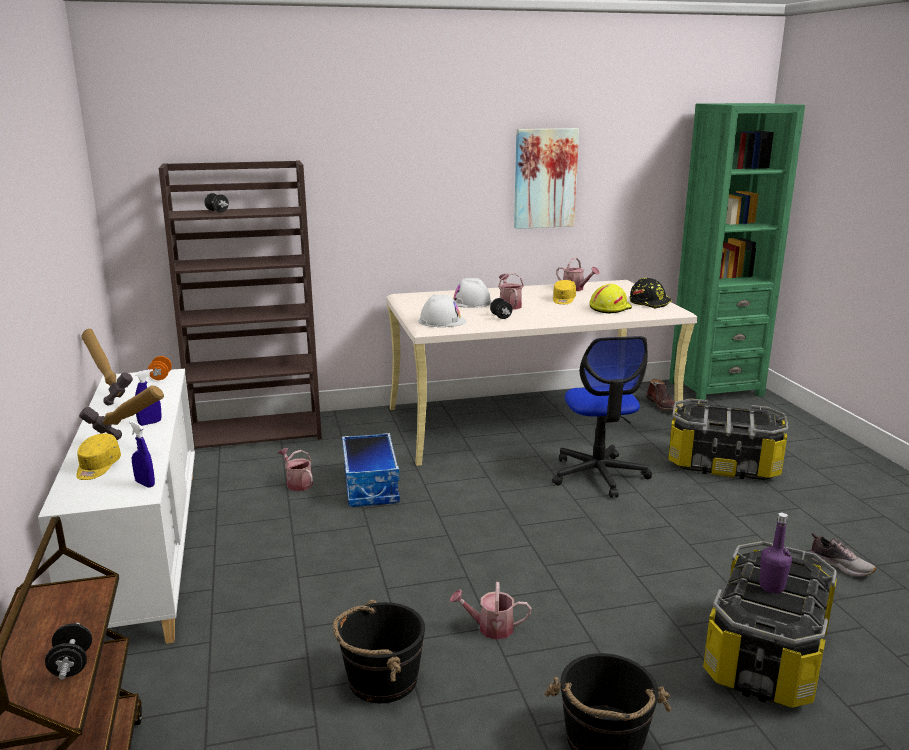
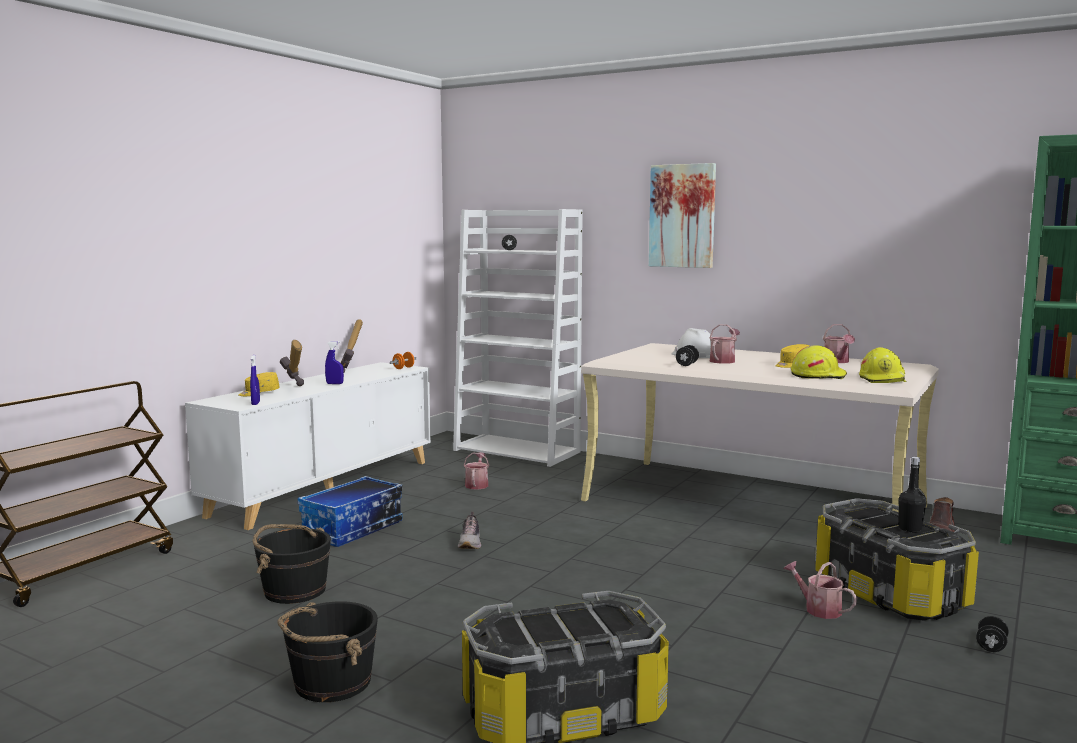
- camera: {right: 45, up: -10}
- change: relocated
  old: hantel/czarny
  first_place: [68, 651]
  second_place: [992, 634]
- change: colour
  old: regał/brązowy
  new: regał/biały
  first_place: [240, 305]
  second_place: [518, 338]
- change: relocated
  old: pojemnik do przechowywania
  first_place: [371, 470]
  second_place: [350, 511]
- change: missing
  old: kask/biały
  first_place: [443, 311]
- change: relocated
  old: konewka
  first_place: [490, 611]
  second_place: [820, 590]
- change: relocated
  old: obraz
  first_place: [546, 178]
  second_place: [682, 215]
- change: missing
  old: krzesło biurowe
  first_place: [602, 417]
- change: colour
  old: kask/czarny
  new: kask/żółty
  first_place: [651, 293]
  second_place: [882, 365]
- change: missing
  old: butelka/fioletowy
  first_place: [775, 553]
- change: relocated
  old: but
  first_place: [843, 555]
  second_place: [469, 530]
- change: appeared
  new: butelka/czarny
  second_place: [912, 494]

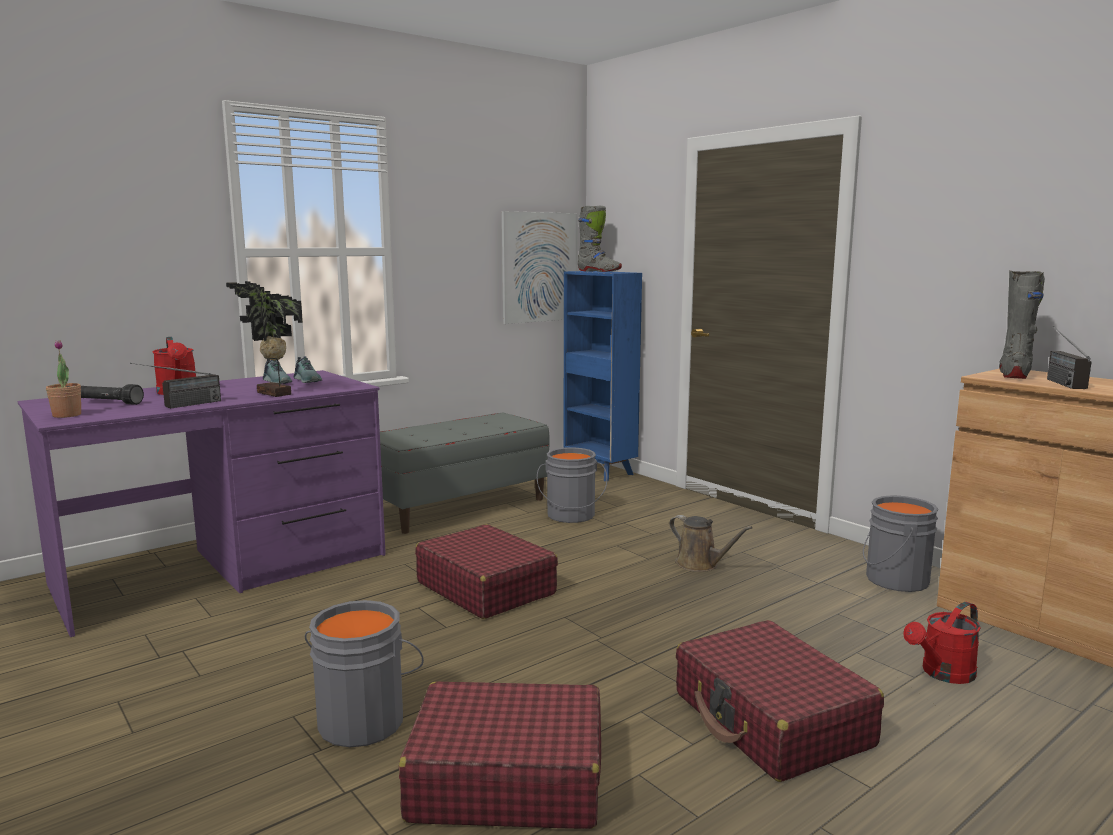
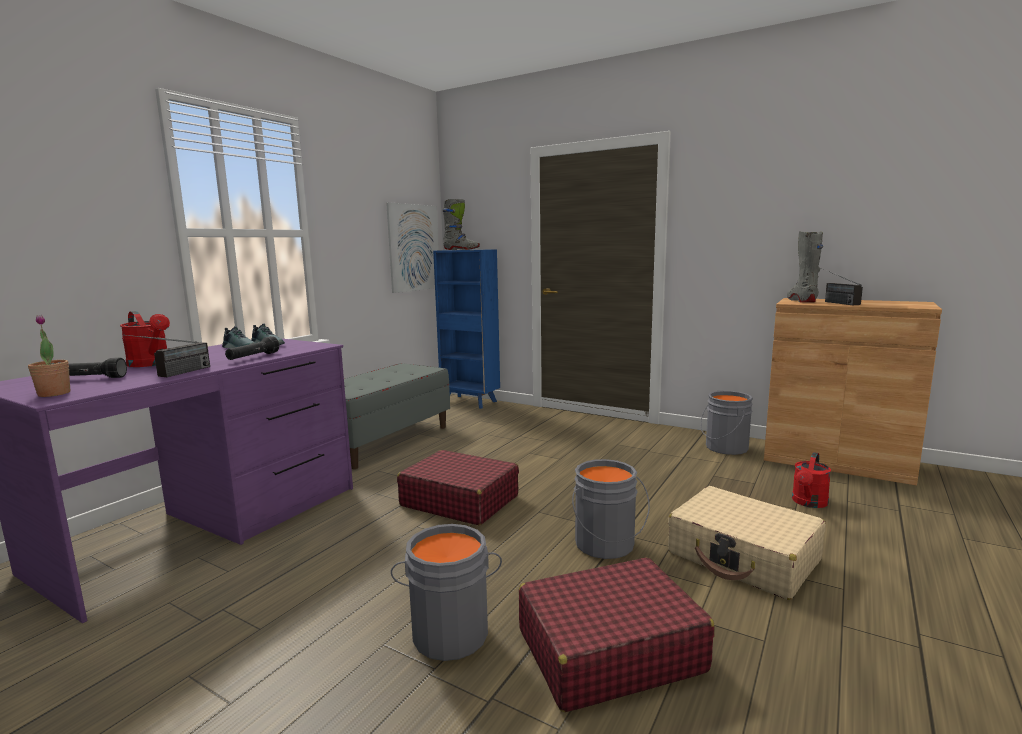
- camera: {right: -20, up: 0}
- change: exchanged
  old: roślina doniczkowa
  new: latarka/czarny
  first_place: [264, 339]
  second_place: [252, 348]
- change: relocated
  old: wiadro/szary
  first_place: [572, 485]
  second_place: [611, 509]
- change: missing
  old: konewka/brązowy
  first_place: [711, 543]
- change: colour
  old: walizka/czerwony
  new: walizka/beżowy
  first_place: [780, 701]
  second_place: [747, 543]

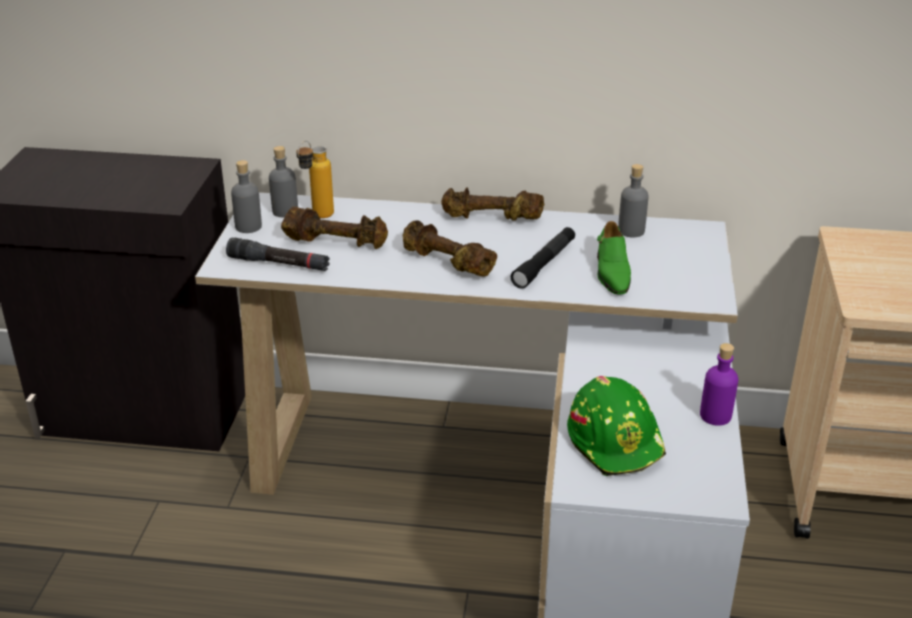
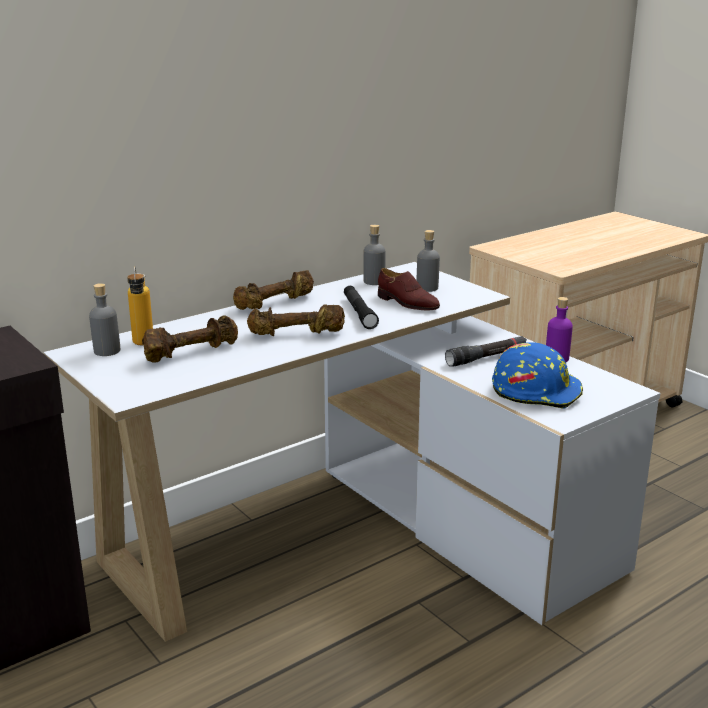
- camera: {right: -45, up: -10}
- change: relocated
  old: latarka/czarny
  first_place: [278, 254]
  second_place: [486, 351]
- change: relocated
  old: butelka/szary
  first_place: [246, 196]
  second_place: [428, 261]
- change: colour
  old: kask/zielony
  new: kask/niebieski
  first_place: [616, 426]
  second_place: [537, 375]
- change: colour
  old: but/zielony
  new: but/brązowy
  first_place: [614, 257]
  second_place: [409, 289]

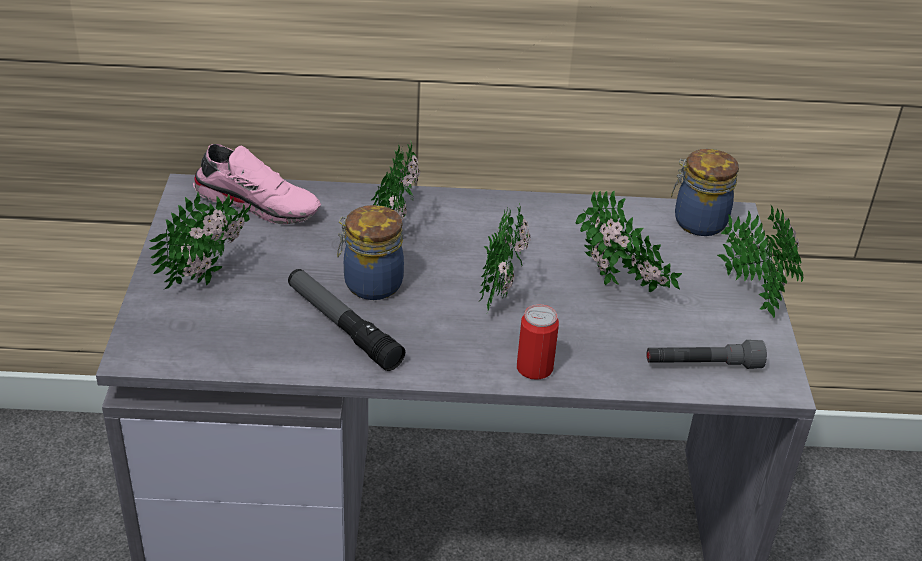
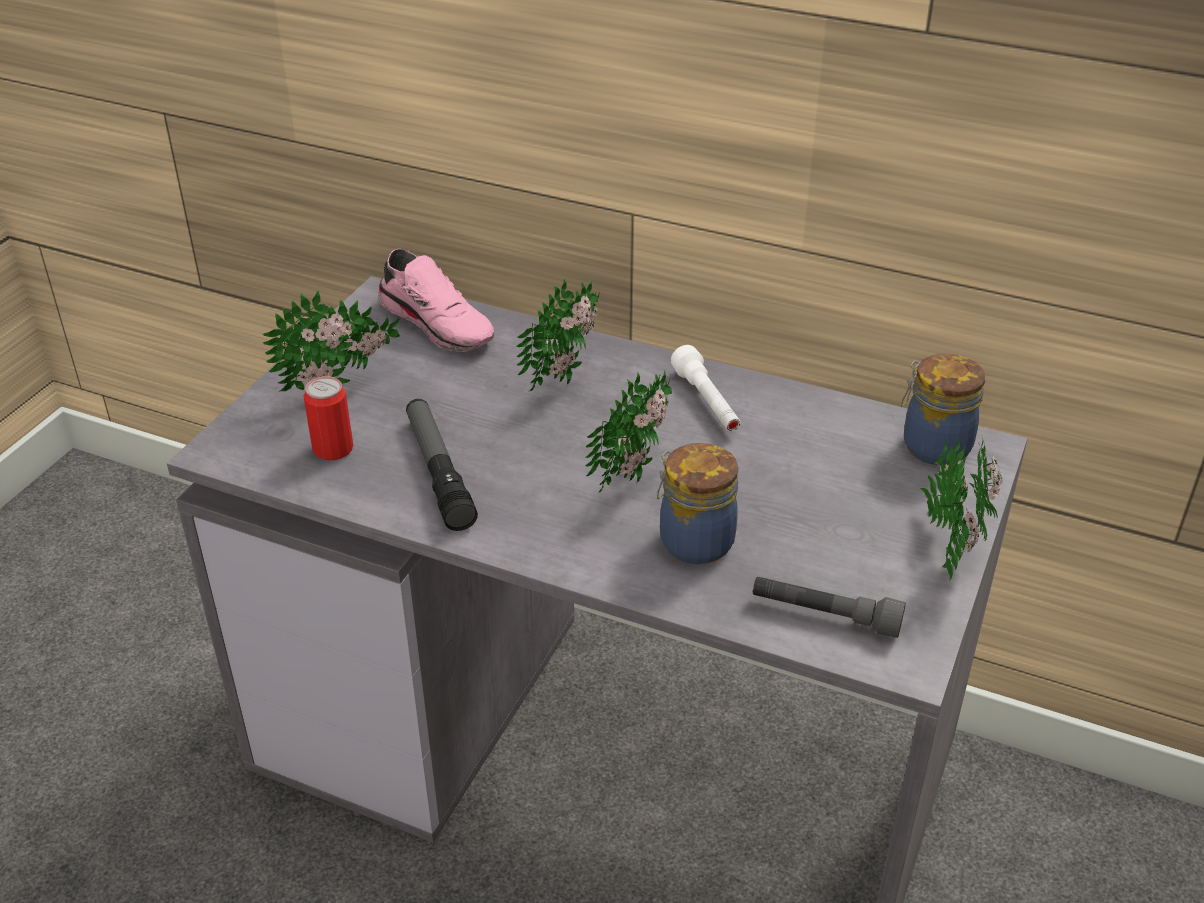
- camera: {right: 25, up: 0}
- change: relocated
  old: słoik
  first_place: [370, 252]
  second_place: [697, 503]
- change: relocated
  old: puszka
  first_place: [538, 342]
  second_place: [328, 418]
- change: missing
  old: roślina doniczkowa
  first_place: [629, 241]
- change: appeared
  new: latarka/biały
  second_place: [706, 388]

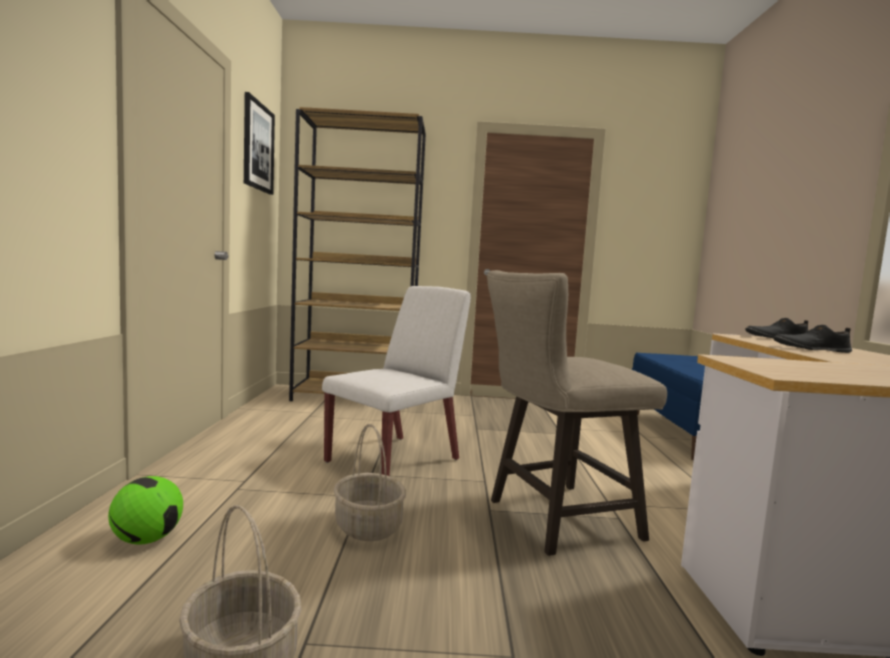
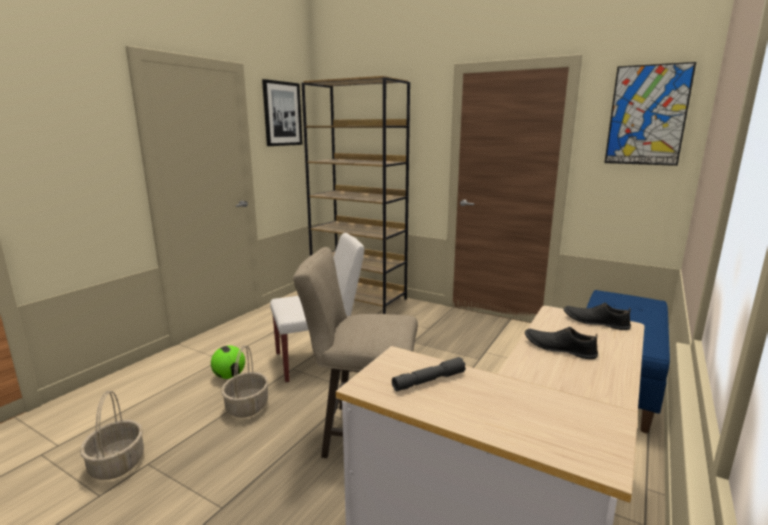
- camera: {right: 30, up: 10}
- change: relocated
  old: piłka futbolowa
  first_place: [145, 510]
  second_place: [228, 362]
- change: appeared
  new: latarka/szary
  second_place: [429, 374]
- change: appeared
  new: obraz
  second_place: [650, 114]

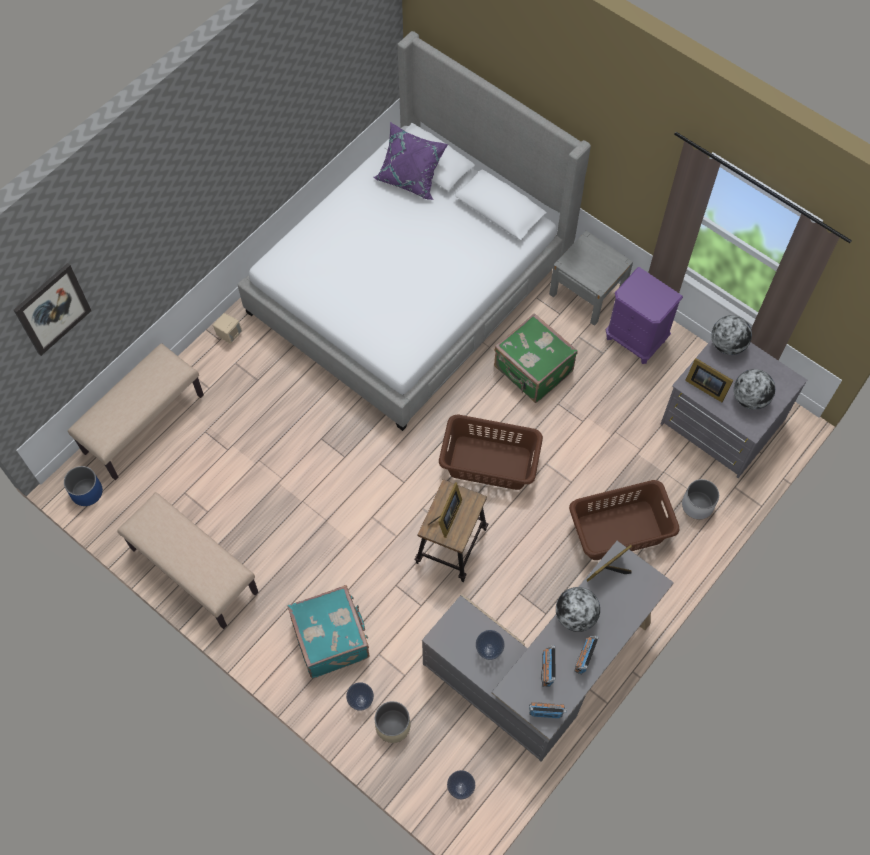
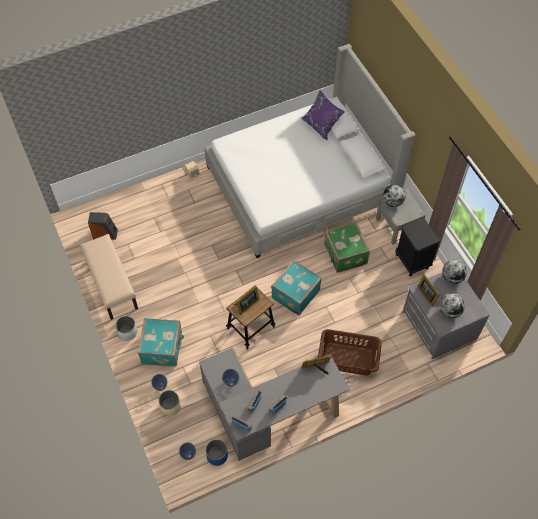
- camera: {right: 25, up: -5}
- change: missing
  old: obraz
  first_place: [52, 309]
- change: relocated
  old: donica/niebieski
  first_place: [83, 486]
  second_place: [217, 452]
- change: missing
  old: ławka/beżowy
  first_place: [136, 411]
- change: exchanged
  old: kosz na pranie/brązowy
  new: walizka/turkusowy
  first_place: [491, 452]
  second_place: [296, 287]
- change: relocated
  old: globus
  first_place: [578, 609]
  second_place: [394, 196]
- change: colour
  old: szafka nocna/fioletowy
  new: szafka nocna/czarny
  first_place: [644, 315]
  second_place: [417, 247]
- change: relocated
  old: donica/biały
  first_place: [700, 499]
  second_place: [126, 328]
- change: appeared
  new: głośnik
  second_place: [103, 226]

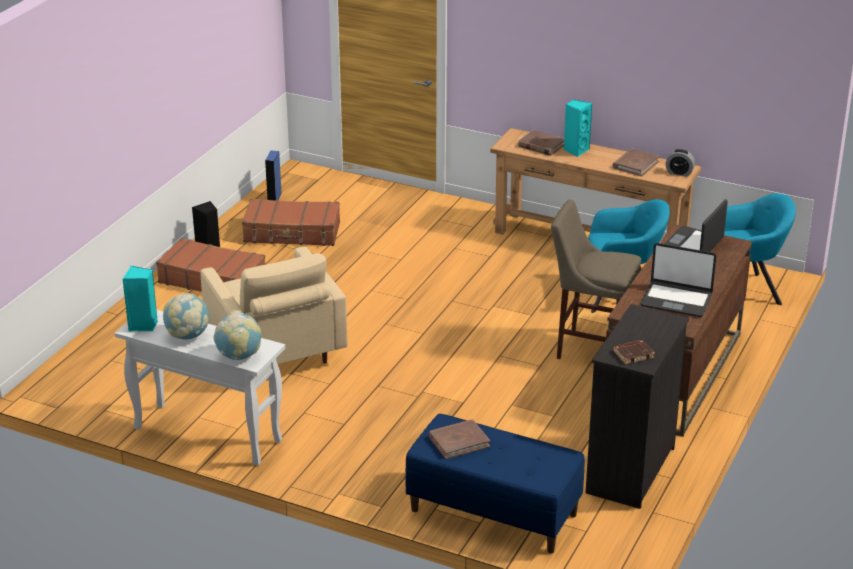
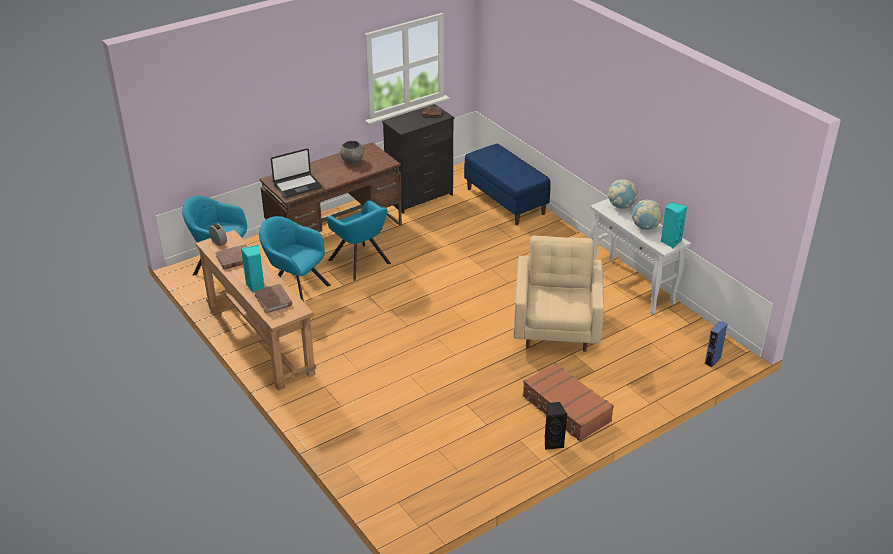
- camera: {right: -150, up: 5}
- change: missing
  old: walizka/brązowy
  first_place: [291, 222]
- change: relocated
  old: głośnik/niebieski
  first_place: [273, 175]
  second_place: [716, 344]
- change: missing
  old: książka/brązowy
  first_place: [459, 439]
- change: exchanged
  old: stołek/beżowy
  new: fotel/turkusowy
  first_place: [596, 279]
  second_place: [359, 240]
- change: exchanged
  old: laptop
  new: miska/szary
  first_place: [678, 280]
  second_place: [352, 152]

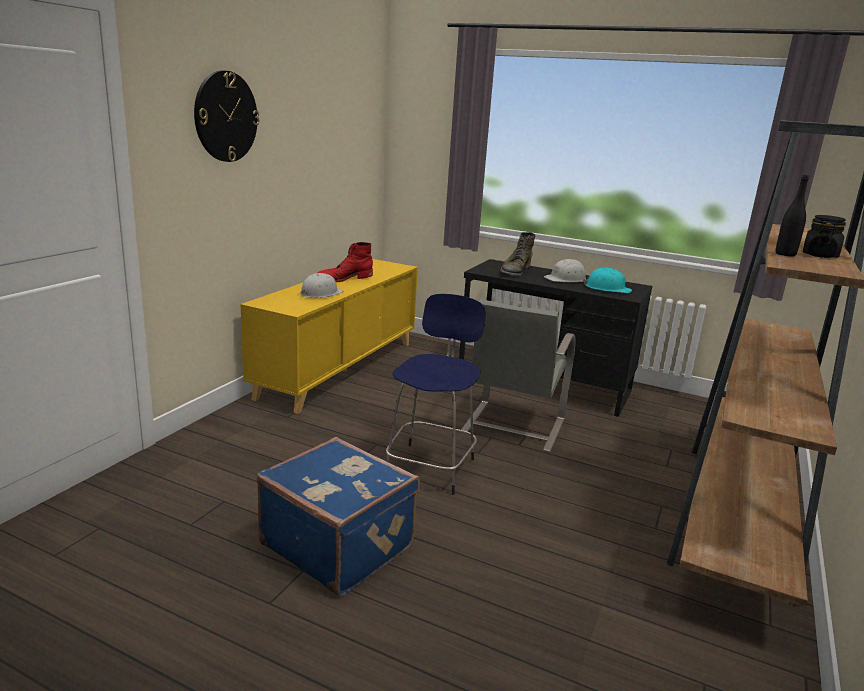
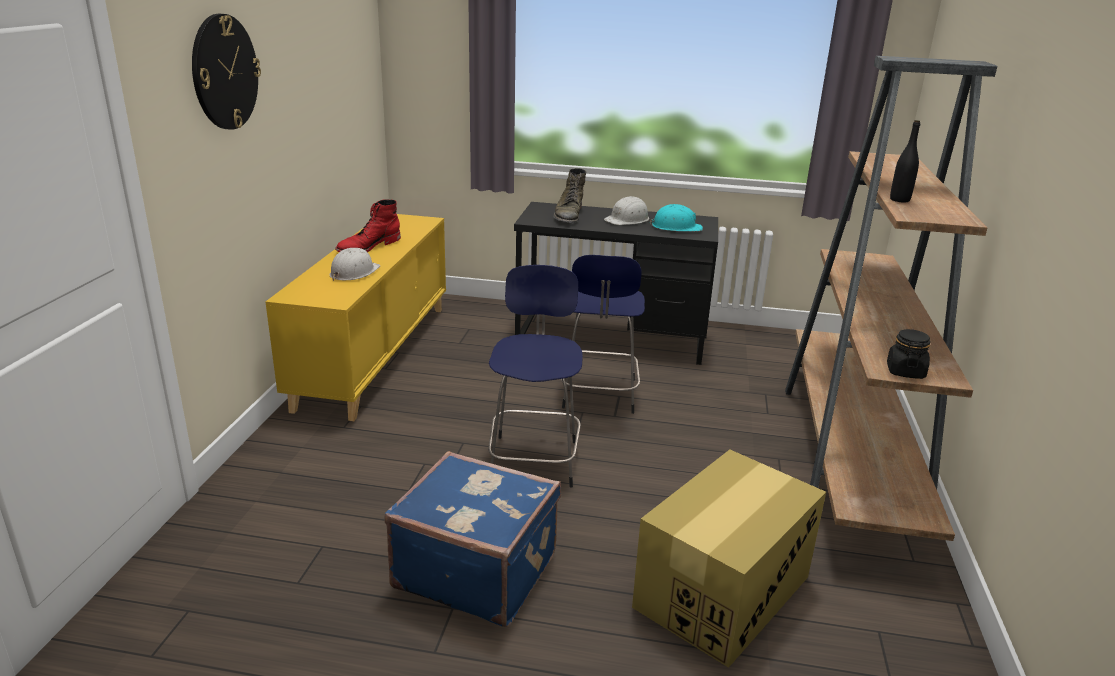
- camera: {right: -15, up: 5}
- change: exchanged
  old: krzesło/szary
  new: stołek/niebieski
  first_place: [518, 375]
  second_place: [603, 334]
- change: relocated
  old: słoik/czarny
  first_place: [824, 236]
  second_place: [908, 354]
- change: appeared
  new: karton
  second_place: [729, 559]

